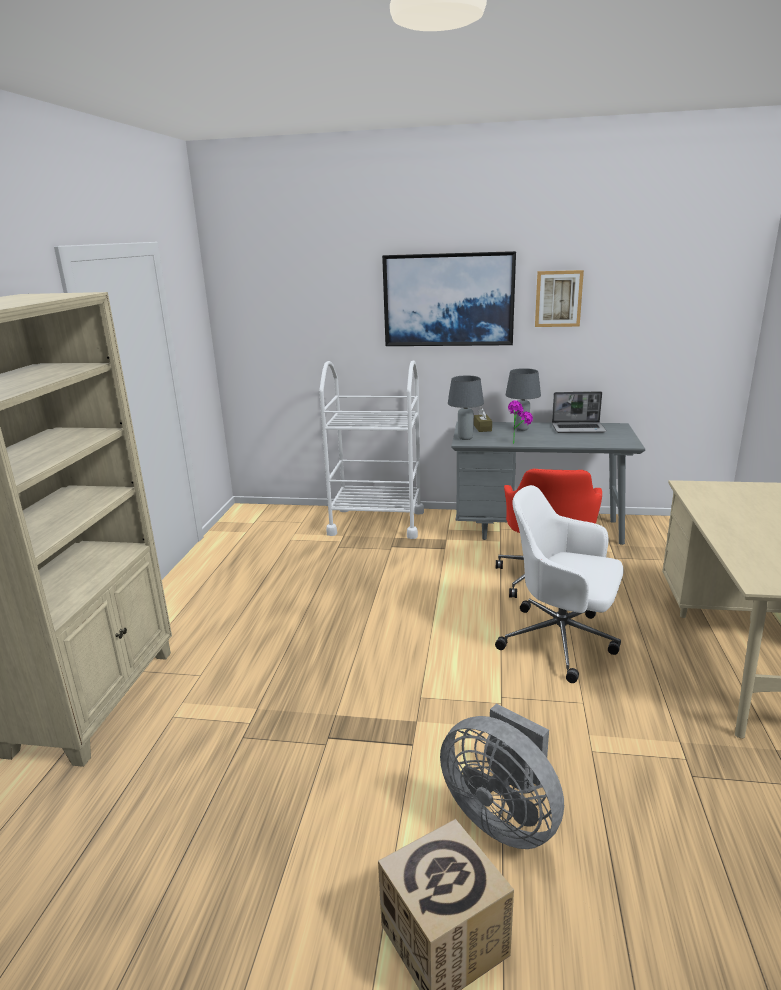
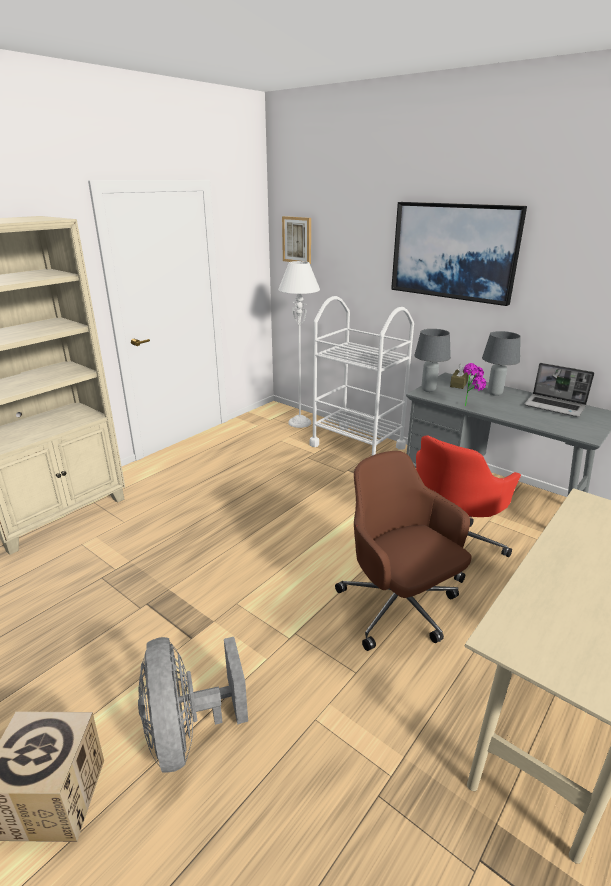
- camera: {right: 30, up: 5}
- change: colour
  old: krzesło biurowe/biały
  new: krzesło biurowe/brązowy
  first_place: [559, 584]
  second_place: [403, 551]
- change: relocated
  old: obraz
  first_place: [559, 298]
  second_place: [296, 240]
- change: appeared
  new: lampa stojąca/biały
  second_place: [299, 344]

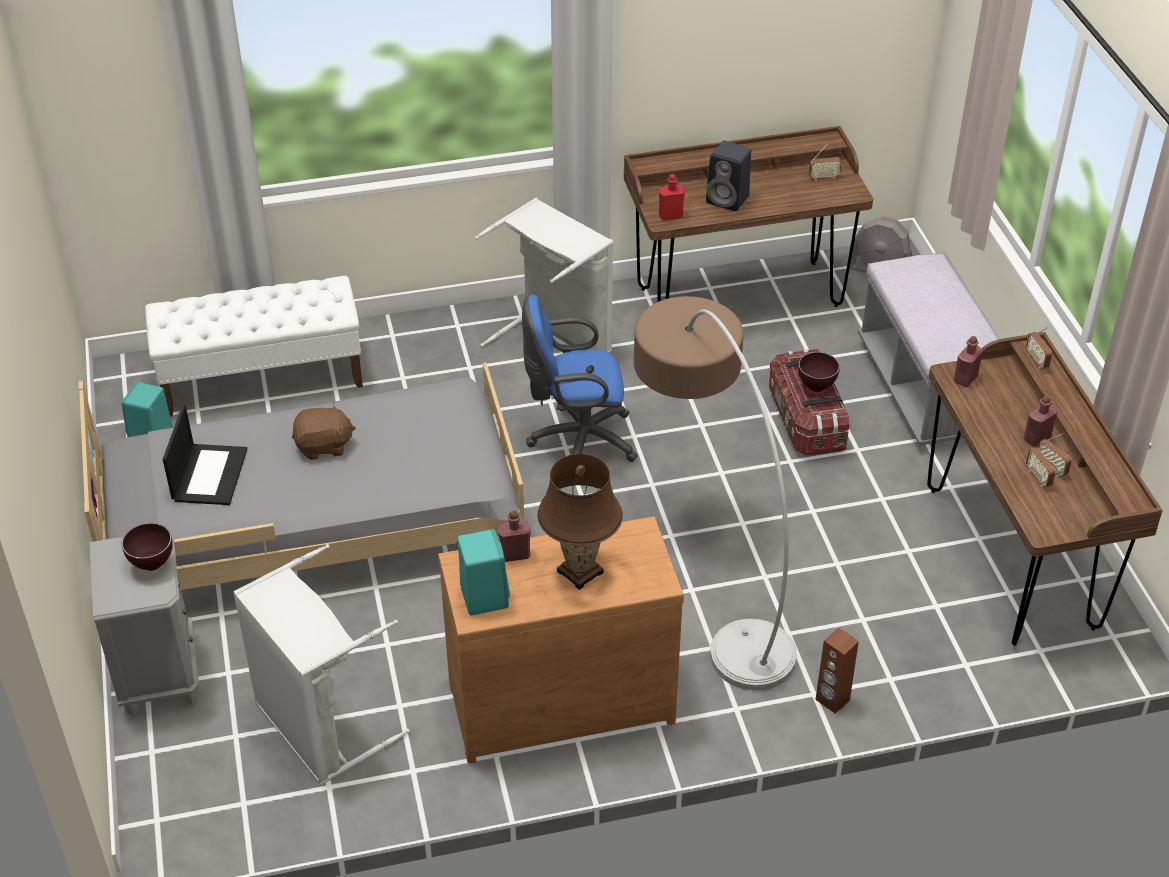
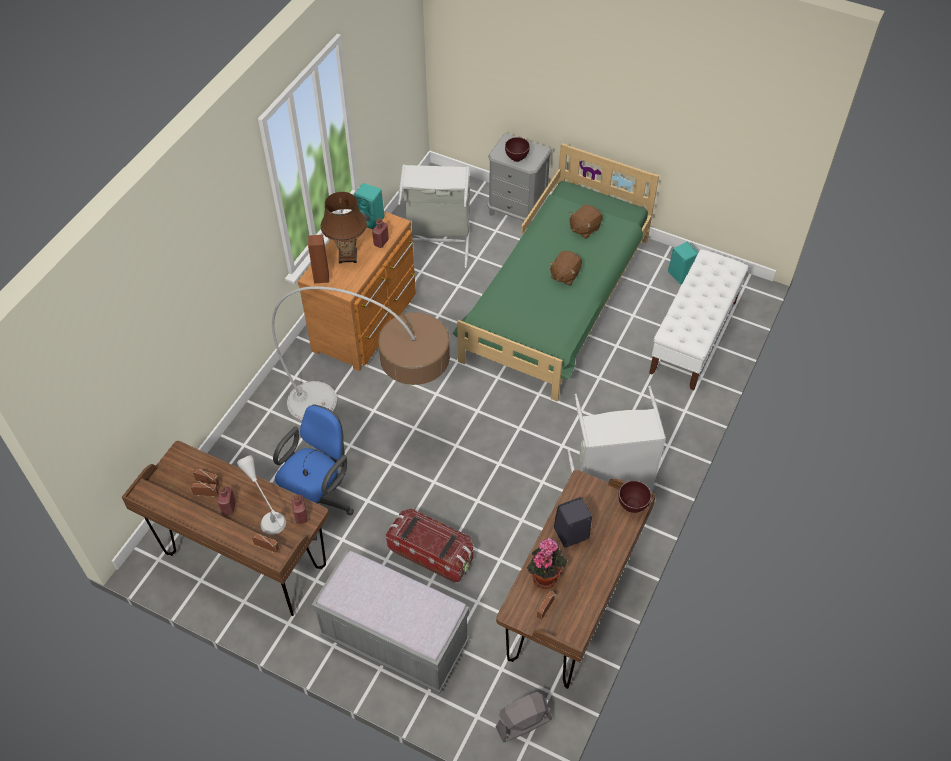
- camera: {right: 130, up: 10}
- change: colour
  old: łóżko/szary
  new: łóżko/zielony
  first_place: [301, 476]
  second_place: [556, 272]
- change: exchanged
  old: laptop
  new: pluszak/brązowy
  first_place: [205, 455]
  second_place: [586, 222]
- change: relocated
  old: krzesło biurowe/niebieski
  first_place: [580, 378]
  second_place: [313, 472]
- change: missing
  old: butelka/czerwony
  first_place: [672, 197]
- change: relocated
  old: miska/brązowy
  first_place: [819, 372]
  second_place: [635, 497]
- change: relocated
  old: głośnik/brązowy
  first_place: [837, 671]
  second_place: [318, 259]
- change: appeared
  new: lampa stołowa/szary
  second_place: [261, 495]
- change: appeared
  new: roślina doniczkowa
  second_place: [547, 563]

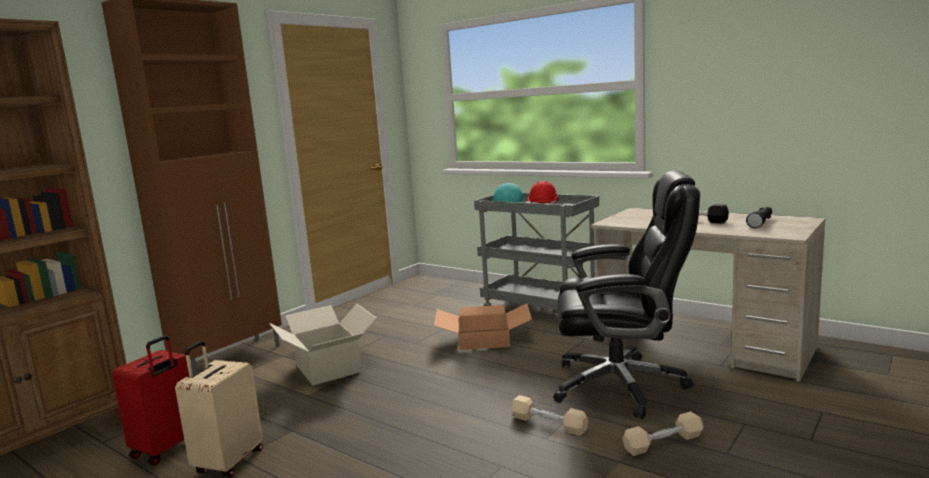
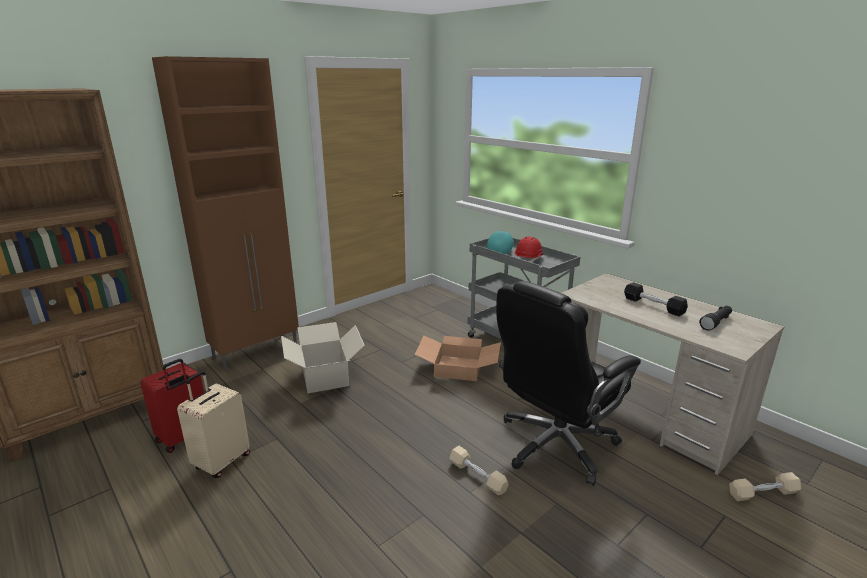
- camera: {right: 10, up: 10}
- change: spun
  old: krzesło biurowe/czarny
  first_place: [626, 295]
  second_place: [568, 383]
  degrees: 120
- change: relocated
  old: hantel/beżowy
  first_place: [663, 433]
  second_place: [765, 486]

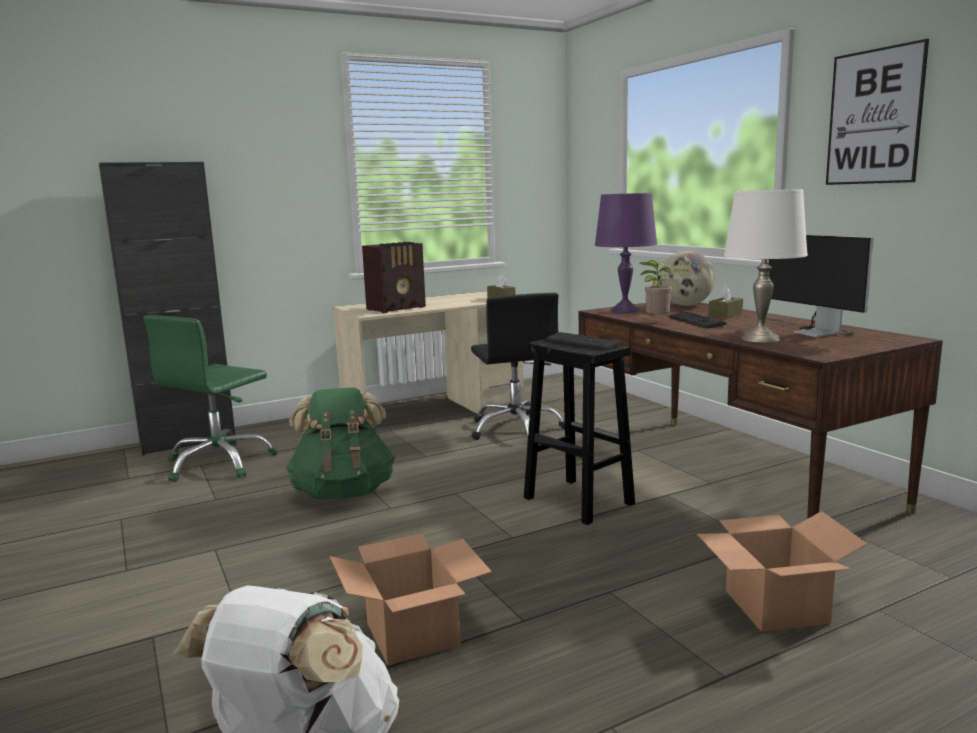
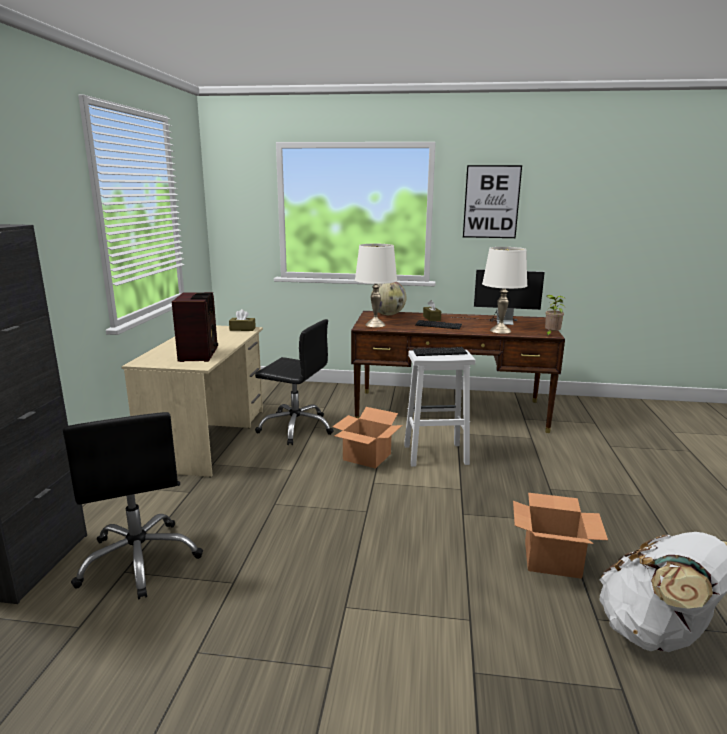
- camera: {right: -55, up: 5}
- change: colour
  old: krzesło biurowe/zielony
  new: krzesło biurowe/czarny
  first_place: [211, 398]
  second_place: [133, 505]
- change: missing
  old: plecak/zielony
  first_place: [340, 443]
- change: colour
  old: stołek/czarny
  new: stołek/biały
  first_place: [579, 432]
  second_place: [439, 408]
- change: colour
  old: lampa stołowa/fioletowy
  new: lampa stołowa/biały
  first_place: [626, 253]
  second_place: [376, 285]
- change: relocated
  old: roślina doniczkowa
  first_place: [655, 289]
  second_place: [555, 316]
- change: relocated
  old: karton
  first_place: [782, 571]
  second_place: [367, 438]

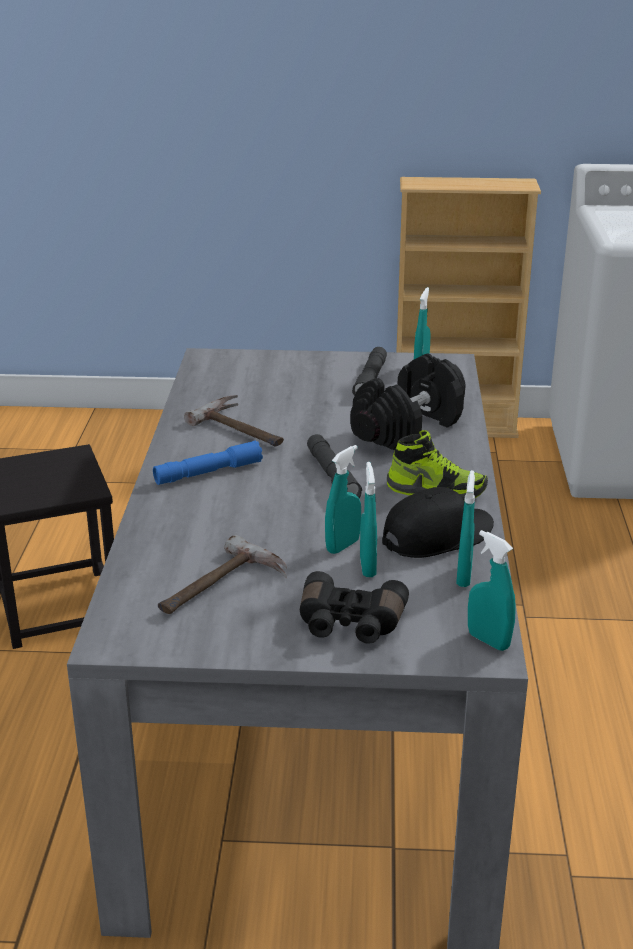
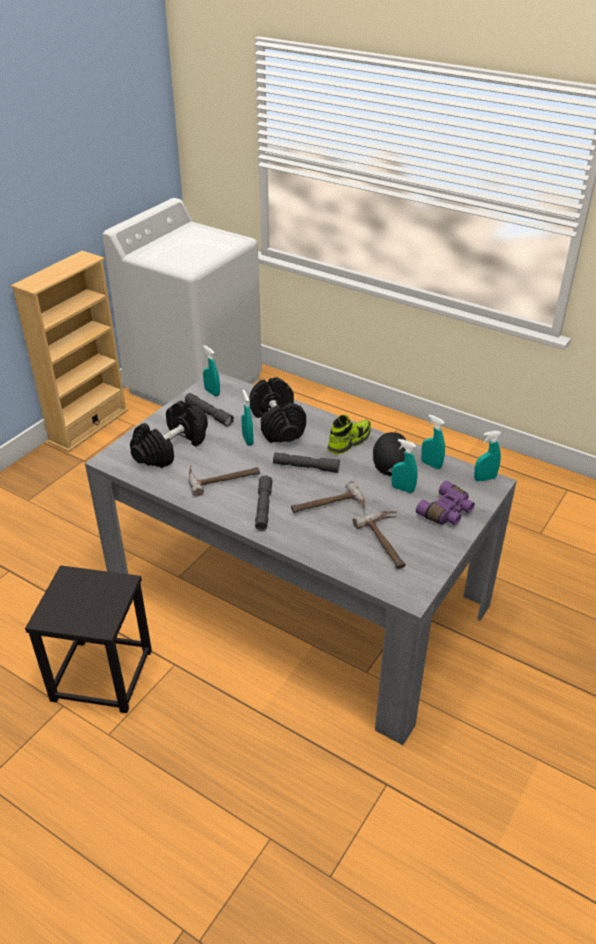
- camera: {right: -60, up: 10}
- change: colour
  old: latarka/niebieski
  new: latarka/szary
  first_place: [208, 462]
  second_place: [264, 503]
- change: colour
  old: lornetka/czarny
  new: lornetka/fioletowy
  first_place: [354, 607]
  second_place: [445, 503]
- change: relocated
  old: spryskiwacz/turkusowy
  first_place: [343, 499]
  second_place: [248, 418]
- change: appeared
  new: hantel/czarny
  second_place: [169, 434]
- change: appeared
  new: młotek
  second_place: [328, 498]

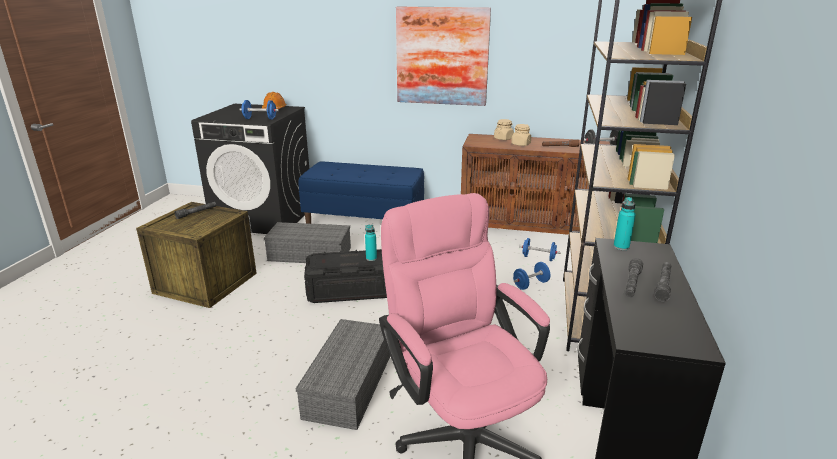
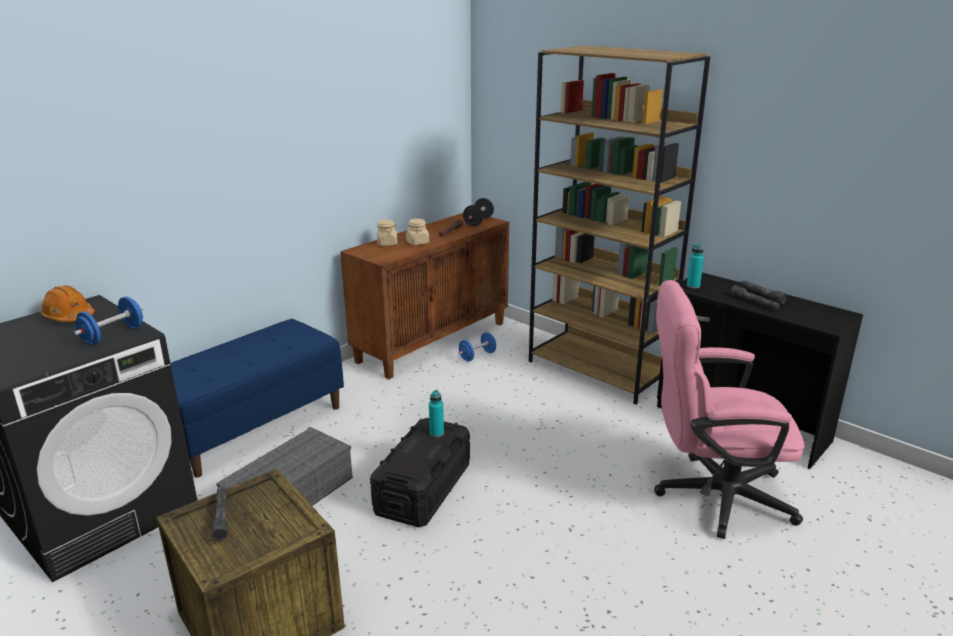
- camera: {right: -60, up: 0}
- change: missing
  old: pojemnik do przechowywania/szary
  first_place: [342, 374]
- change: missing
  old: obraz
  first_place: [443, 56]
- change: missing
  old: hantel/niebieski
  first_place: [531, 276]

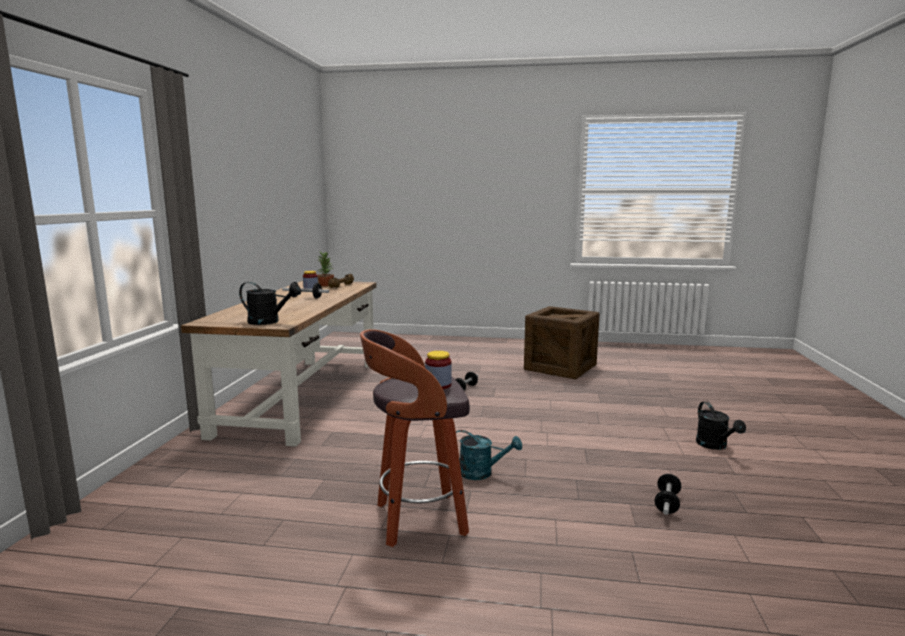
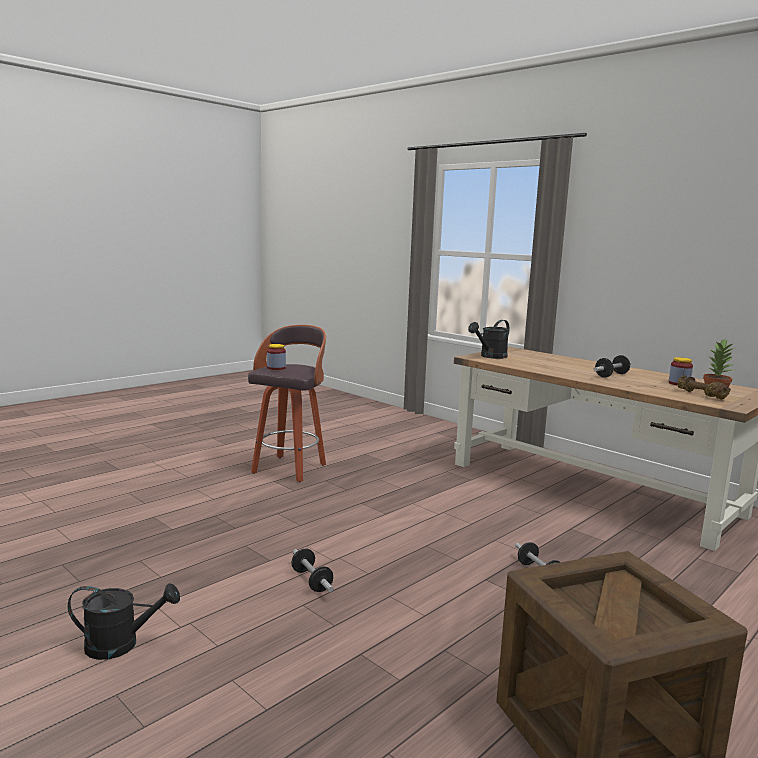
- camera: {right: 125, up: 0}
- change: missing
  old: konewka/turkusowy
  first_place: [489, 455]
- change: relocated
  old: hantel
  first_place: [668, 494]
  second_place: [313, 570]
- change: spun
  old: konewka/czarny
  first_place: [721, 426]
  second_place: [124, 621]
  degrees: 150

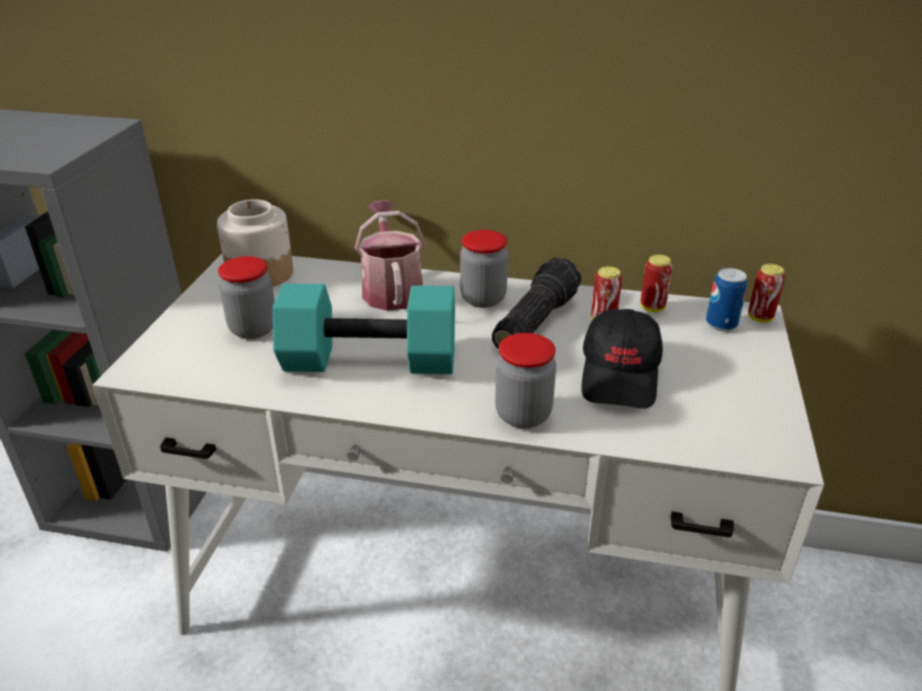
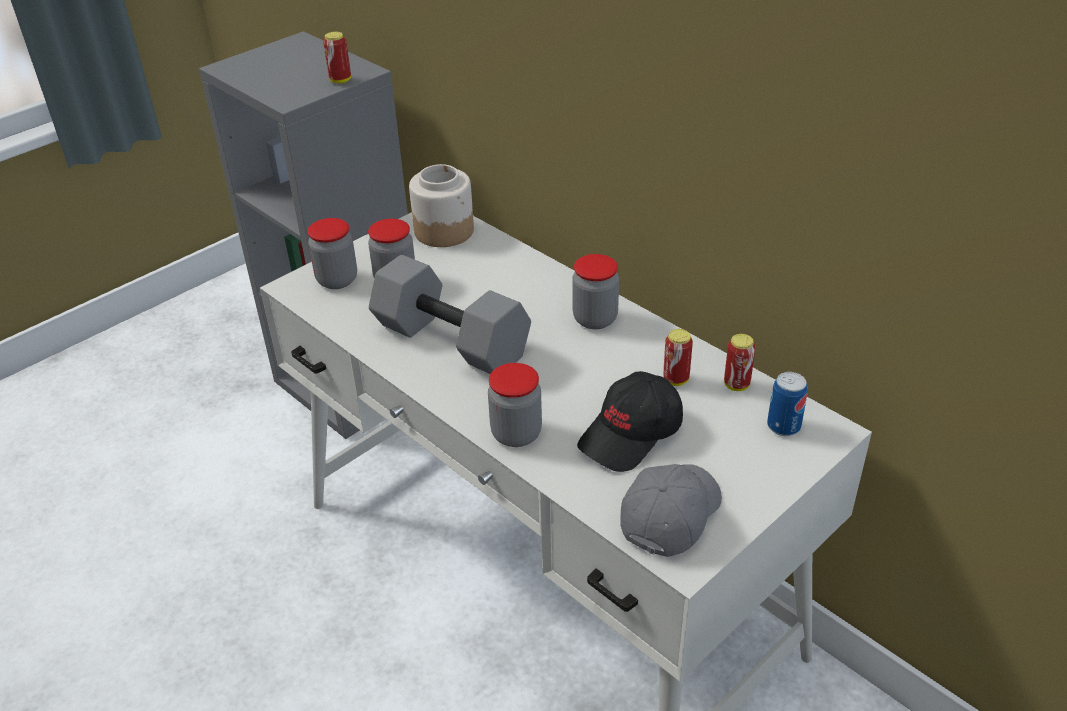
- camera: {right: 35, up: 5}
- change: colour
  old: hantel/turkusowy
  new: hantel/szary
  first_place: [364, 329]
  second_place: [450, 314]
- change: missing
  old: konewka
  first_place: [390, 255]
- change: missing
  old: latarka
  first_place: [536, 303]
- change: relocated
  old: puszka
  first_place: [766, 293]
  second_place: [337, 58]
- change: appeared
  new: słoik
  second_place: [332, 253]
- change: appeared
  new: czapka z daszkiem/szary
  second_place: [671, 510]

